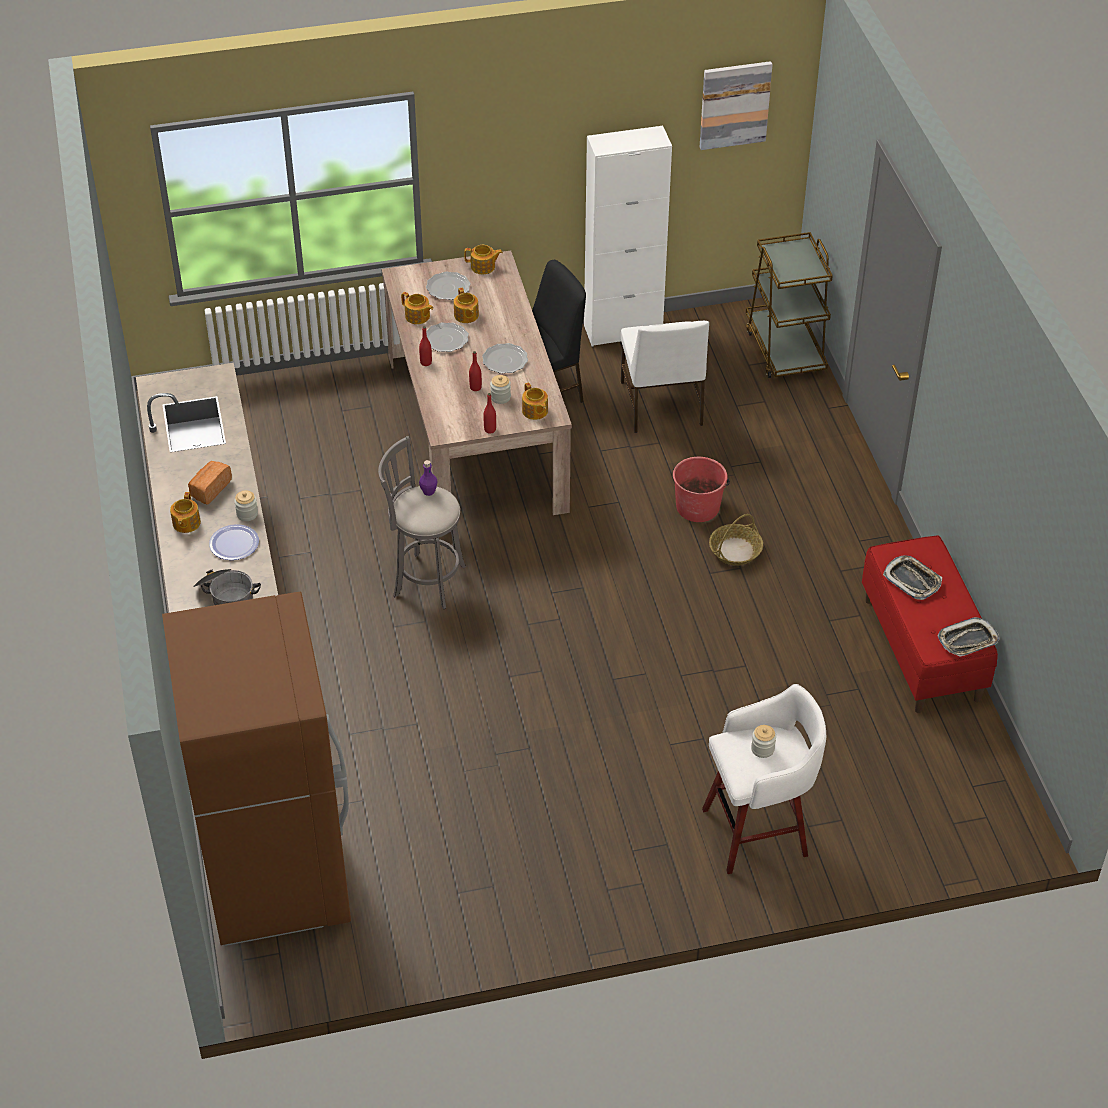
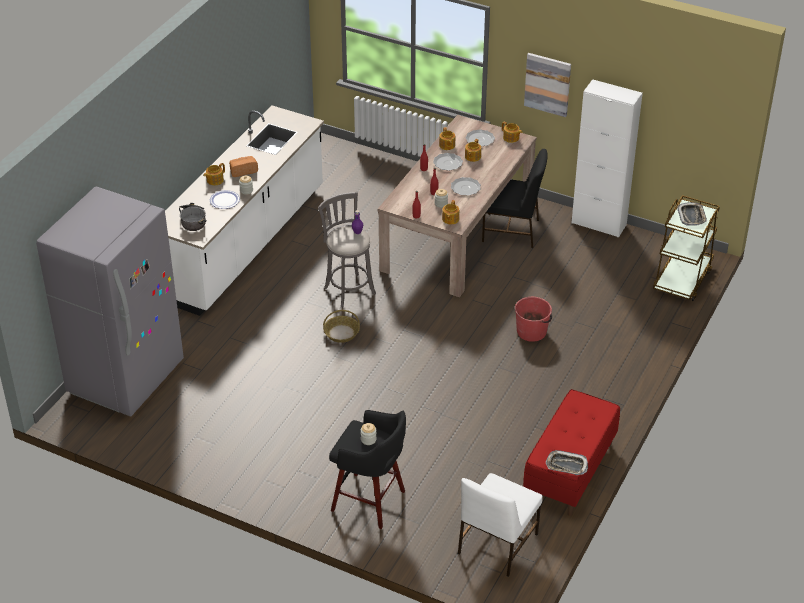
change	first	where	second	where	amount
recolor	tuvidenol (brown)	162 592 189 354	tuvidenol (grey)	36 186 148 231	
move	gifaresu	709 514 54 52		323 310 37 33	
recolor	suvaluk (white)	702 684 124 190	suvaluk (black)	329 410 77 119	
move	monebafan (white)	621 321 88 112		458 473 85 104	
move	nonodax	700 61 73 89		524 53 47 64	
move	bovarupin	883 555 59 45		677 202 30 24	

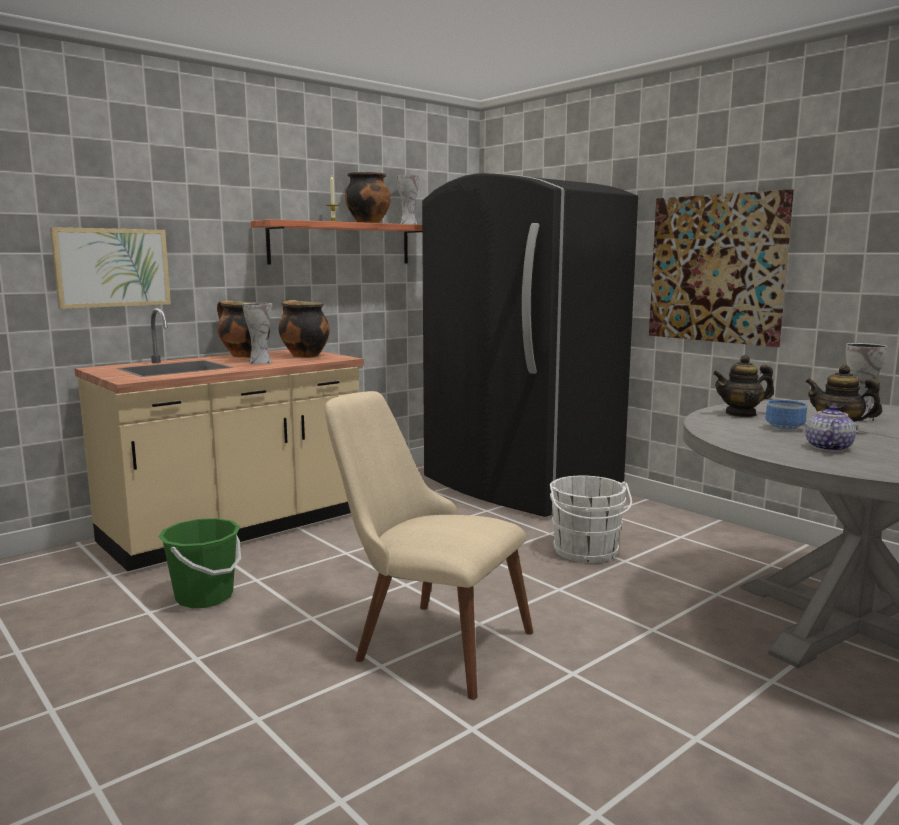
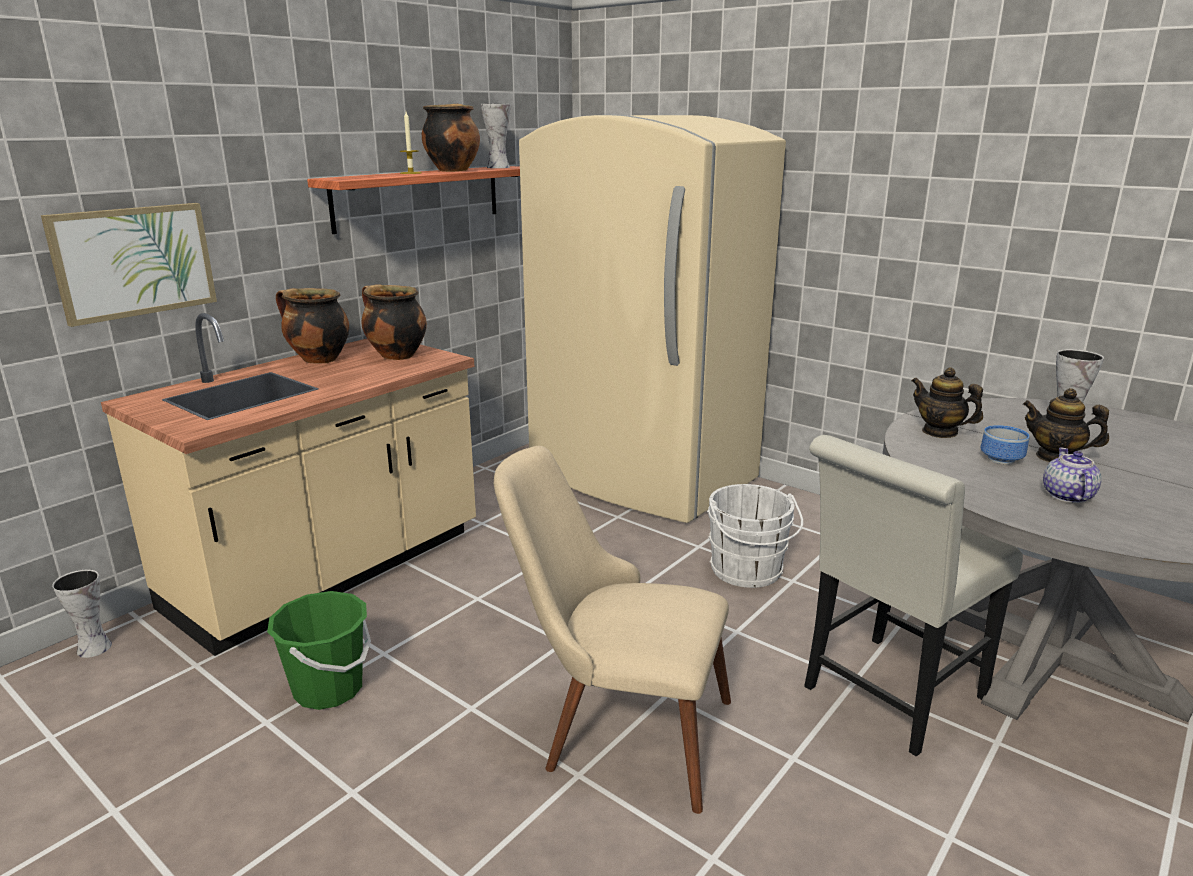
change	first	where	second	where	amount
move	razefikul	242 303 30 61		52 570 60 88	
recolor	tuvidenol (black)	422 173 216 344	tuvidenol (beige)	519 114 267 409	
insert			monebafan (white)	804 435 219 322	
rotate	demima	713 355 61 62		912 367 71 71	60 degrees clockwise
delete	nonodax	649 189 145 158			

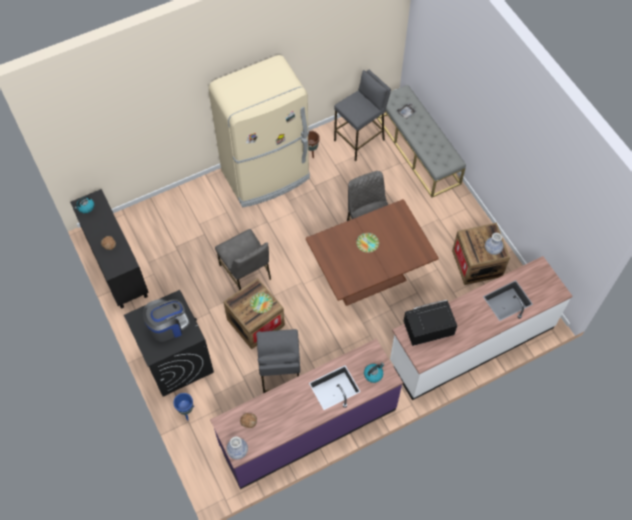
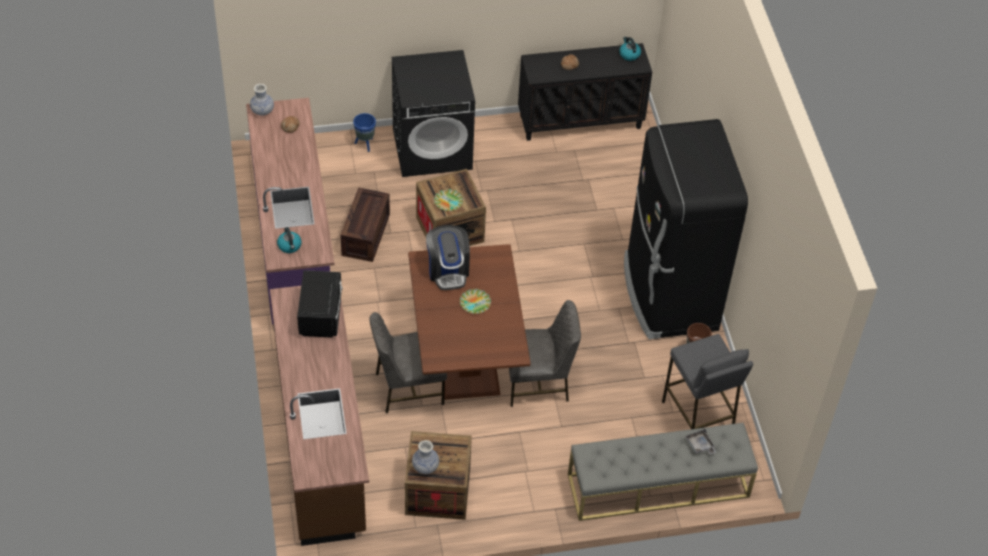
change	first	where	second	where	amount
recolor	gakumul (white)	390 256 182 144	gakumul (brown)	270 286 99 260	
replace	suvaluk (grey)	256 329 44 64	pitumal	341 187 49 75	
move	monebafan (grey)	215 229 56 61		370 312 77 101	
move	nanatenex	143 299 47 43		426 225 44 65	
recolor	tuvidenol (beige)	208 55 102 152	tuvidenol (black)	624 119 124 220	

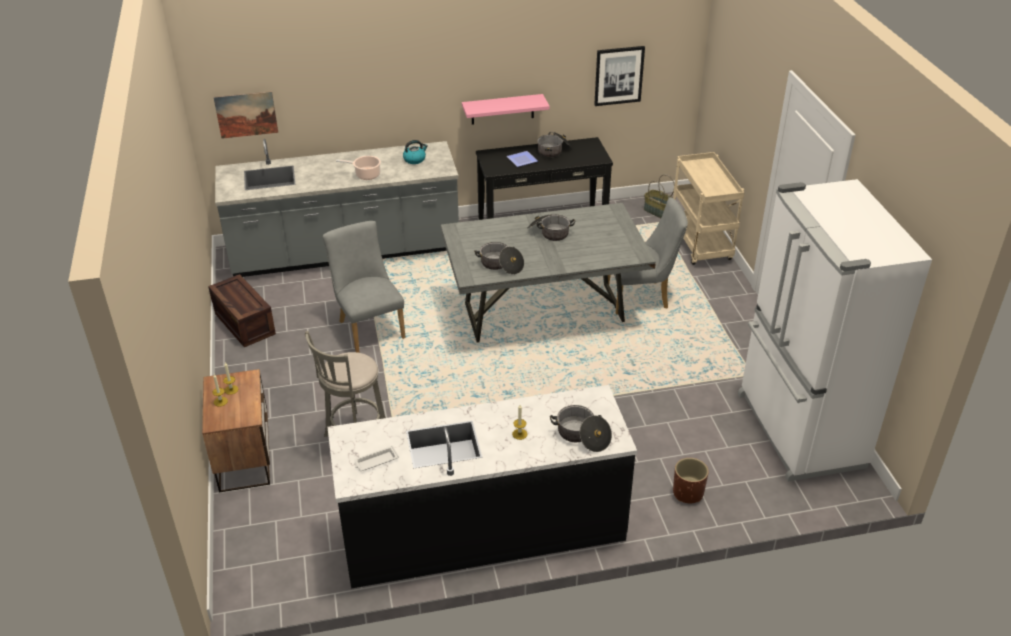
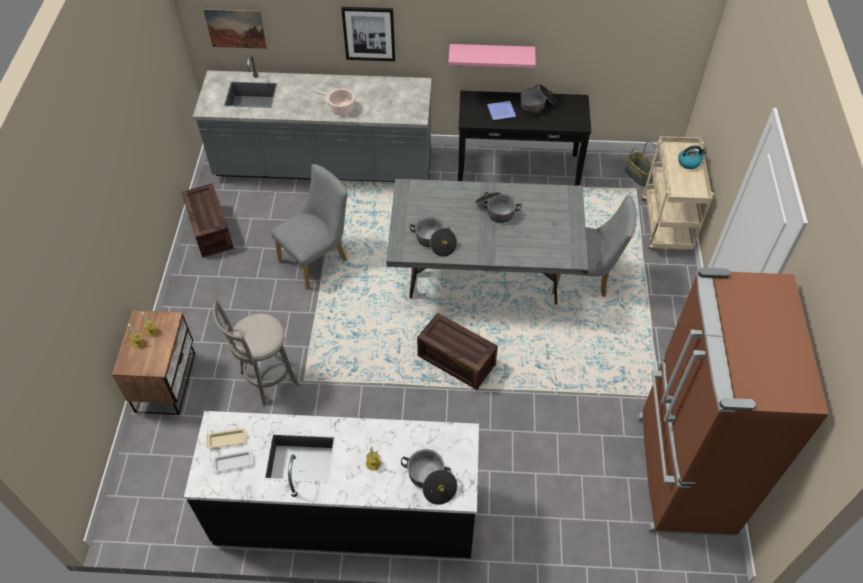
change	first	where	second	where	amount
insert			bovarupin (beige)	206 428 42 21	
rotate	monebafan (grey)	323 221 83 132		271 164 77 125	60 degrees clockwise
move	nonodax	594 46 51 60		341 7 54 54	
insert			pitumal	417 313 81 77	
recolor	tuvidenol (white)	738 179 194 303	tuvidenol (brown)	637 268 192 268	
move	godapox	403 140 25 24		678 145 29 24	
delete	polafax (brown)	673 458 36 45			

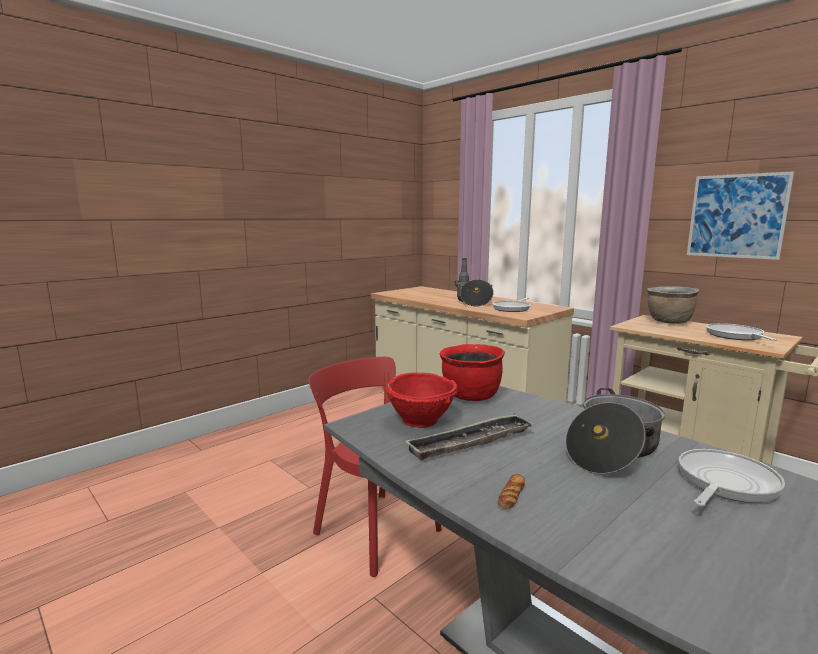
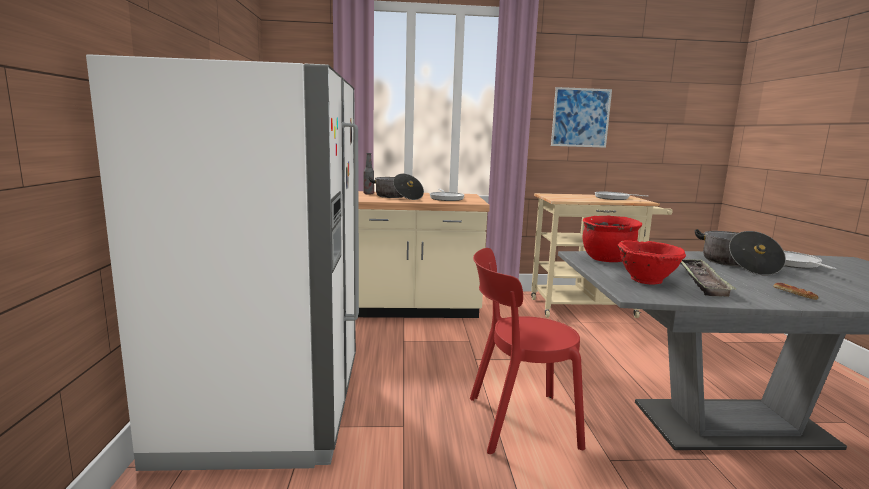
change	first	where	second	where	amount
insert			tuvidenol (white)	86 54 273 417	
delete	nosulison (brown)	647 286 52 38			

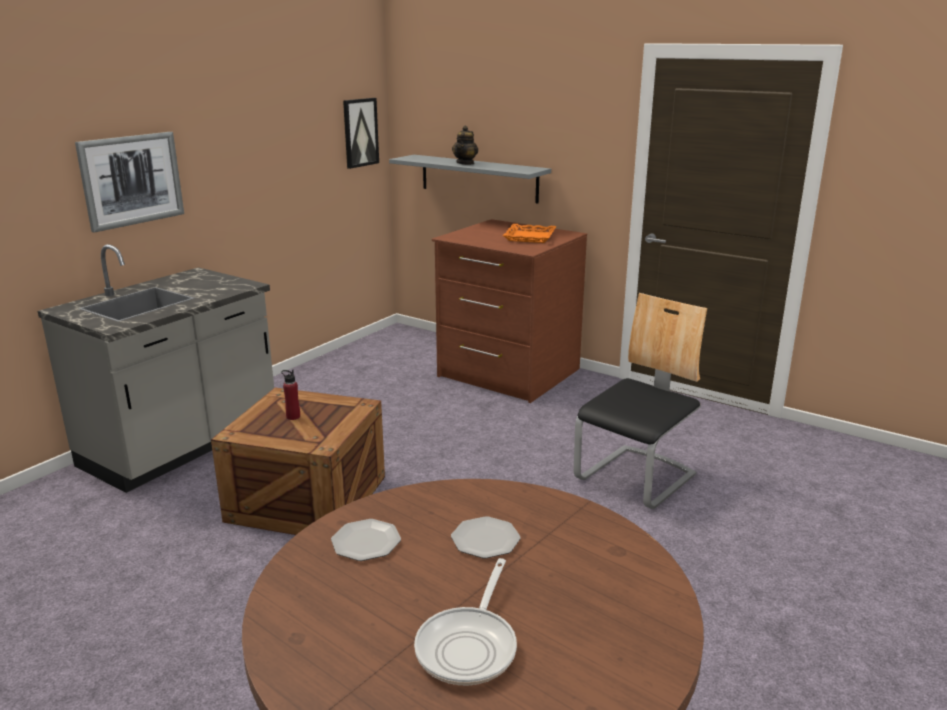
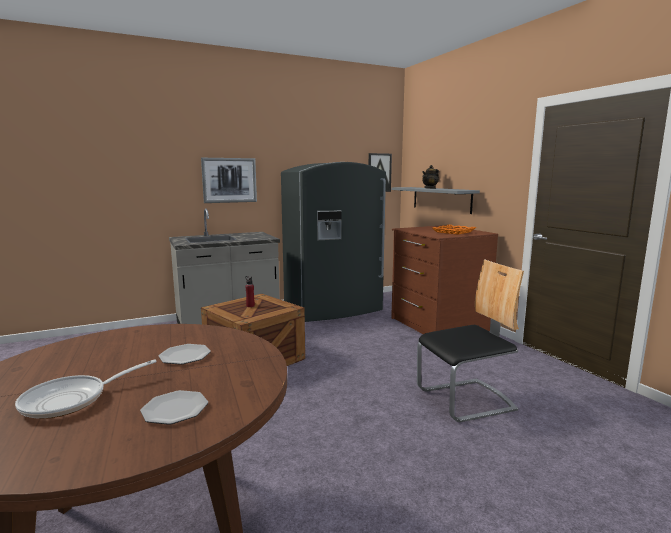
change	first	where	second	where	amount
move	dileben	331 519 70 42		140 390 68 35	
insert			tuvidenol (grey)	281 162 105 160	

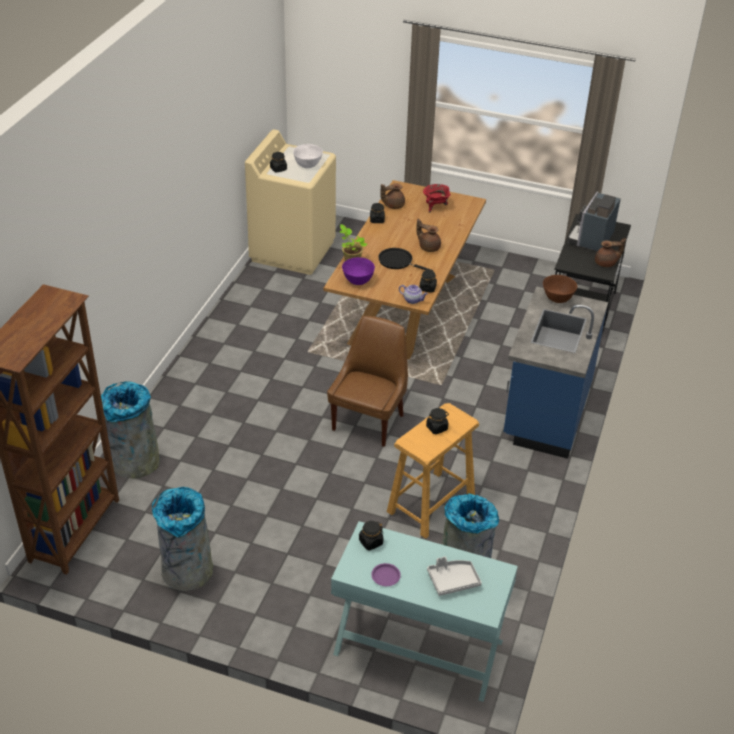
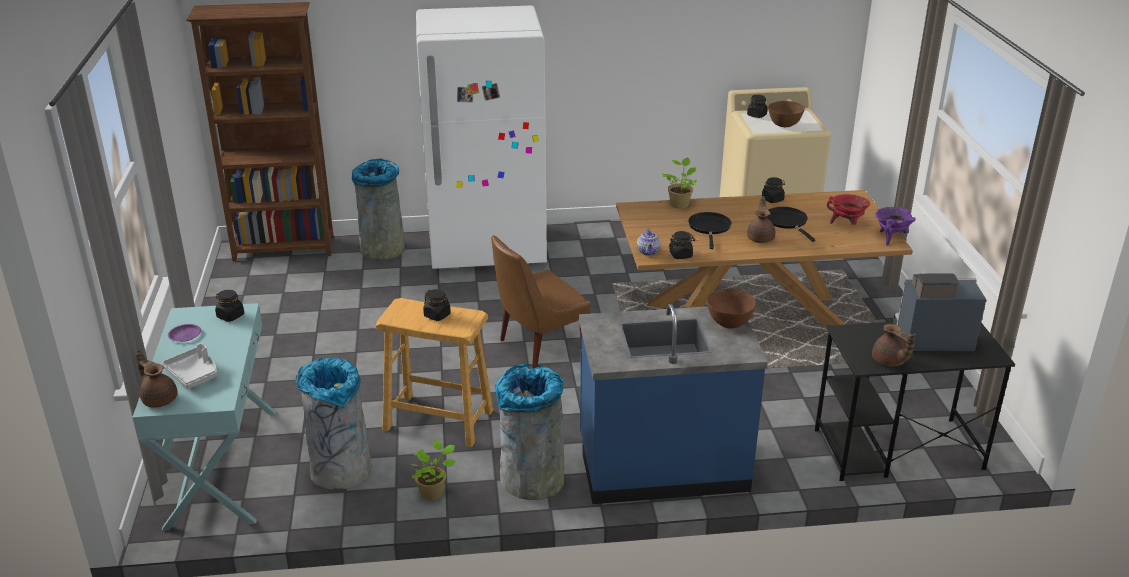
change	first	where	second	where	amount
move	demima (brown)	380 183 25 26		136 350 42 58	
insert			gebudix	411 440 45 60	
insert			tuvidenol (white)	416 5 131 264	
rotate	monebafan (brown)	327 316 81 131		492 235 99 133	150 degrees clockwise
move	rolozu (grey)	152 487 61 104		495 364 69 136	
insert			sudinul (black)	767 207 48 35	
recolor	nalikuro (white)	293 144 30 24	nalikuro (brown)	768 101 37 26	
insert			nosulison (purple)	875 207 41 38	
delete	nalikuro (purple)	342 257 33 28			

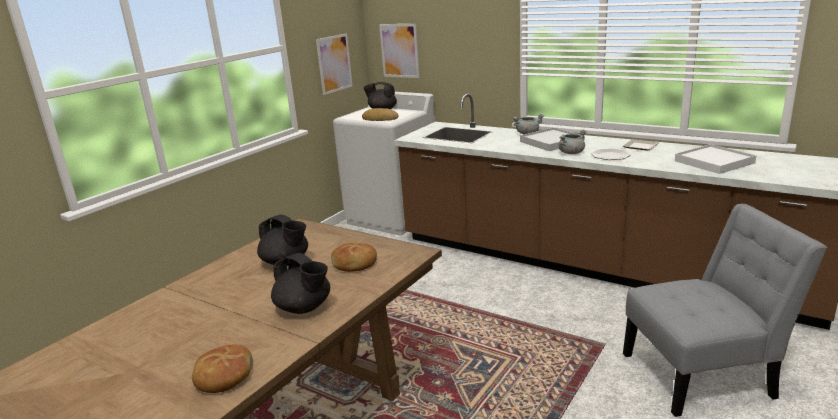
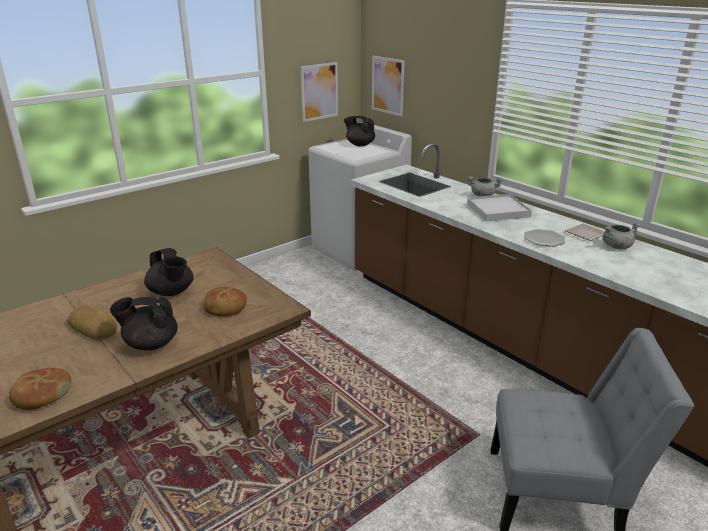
change	first	where	second	where	amount
move	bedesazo	362 108 37 13		67 306 50 34	
rotate	demima (black)	271 253 59 61		110 297 68 54	120 degrees clockwise
move	nosulison (grey)	558 130 29 24		603 222 38 27	
delete	bovarupin (white)	675 144 82 30			

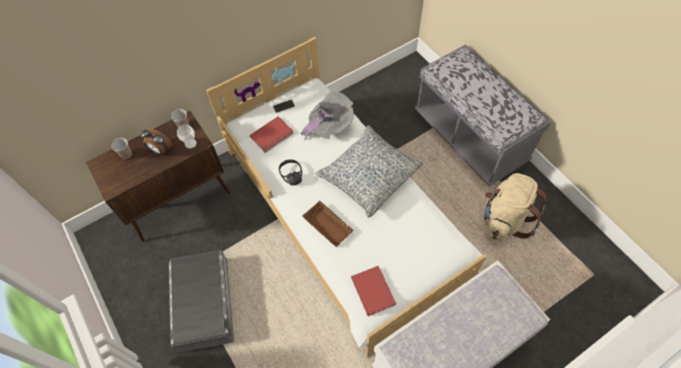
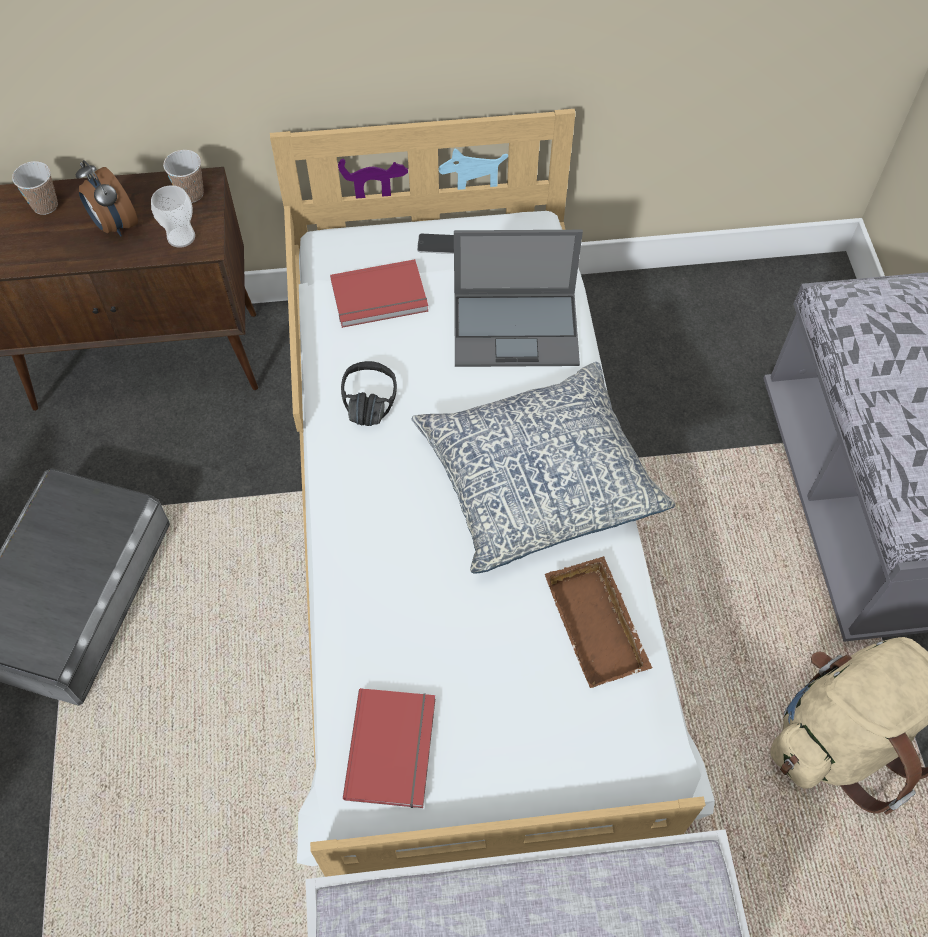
change	first	where	second	where	amount
replace	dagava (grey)	301 92 53 48	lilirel	454 230 129 137	
move	bovarupin (brown)	303 201 51 46		545 556 107 132	

